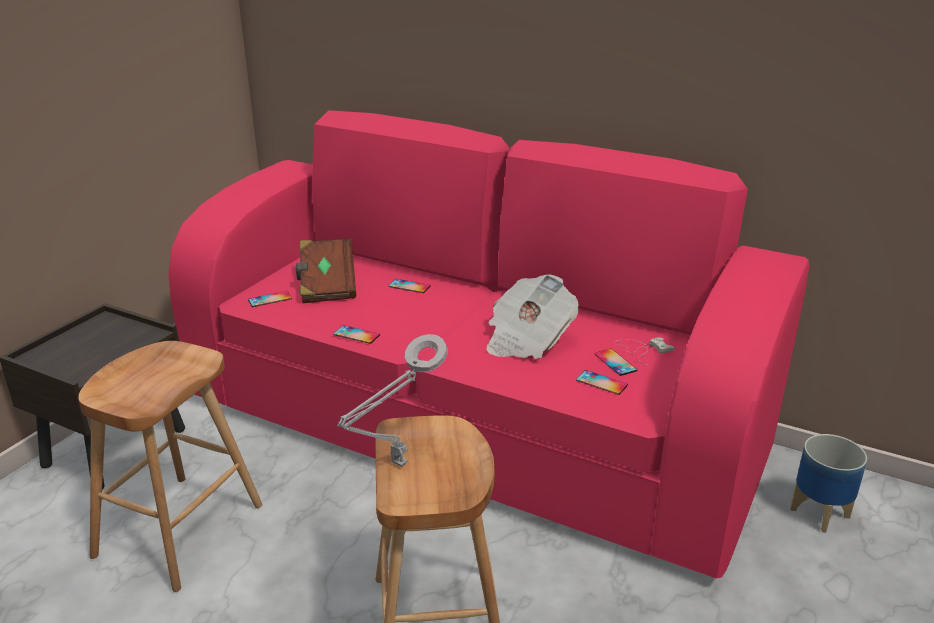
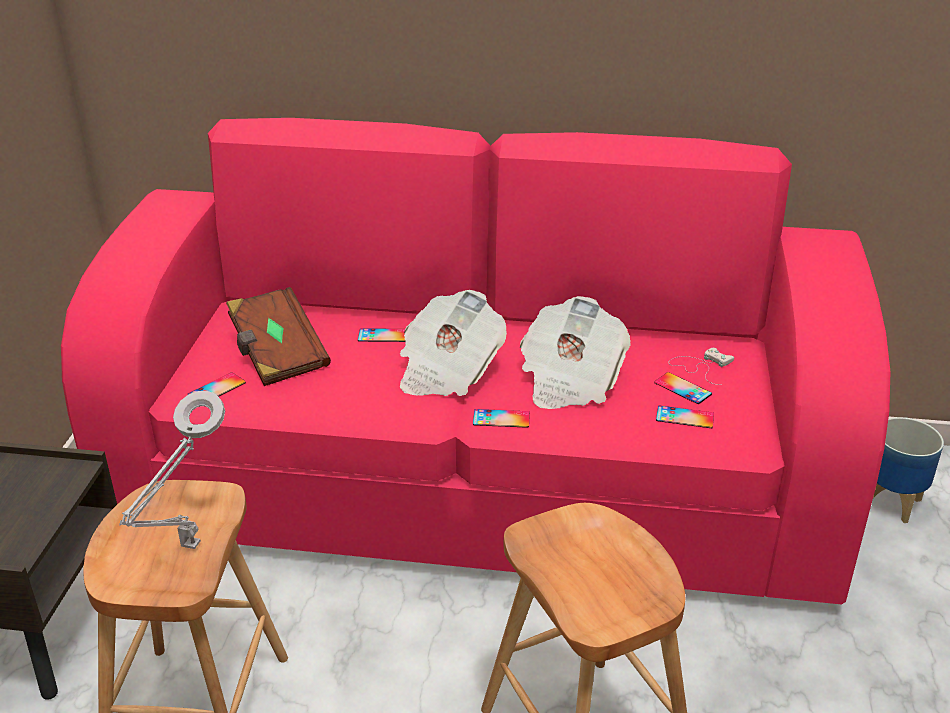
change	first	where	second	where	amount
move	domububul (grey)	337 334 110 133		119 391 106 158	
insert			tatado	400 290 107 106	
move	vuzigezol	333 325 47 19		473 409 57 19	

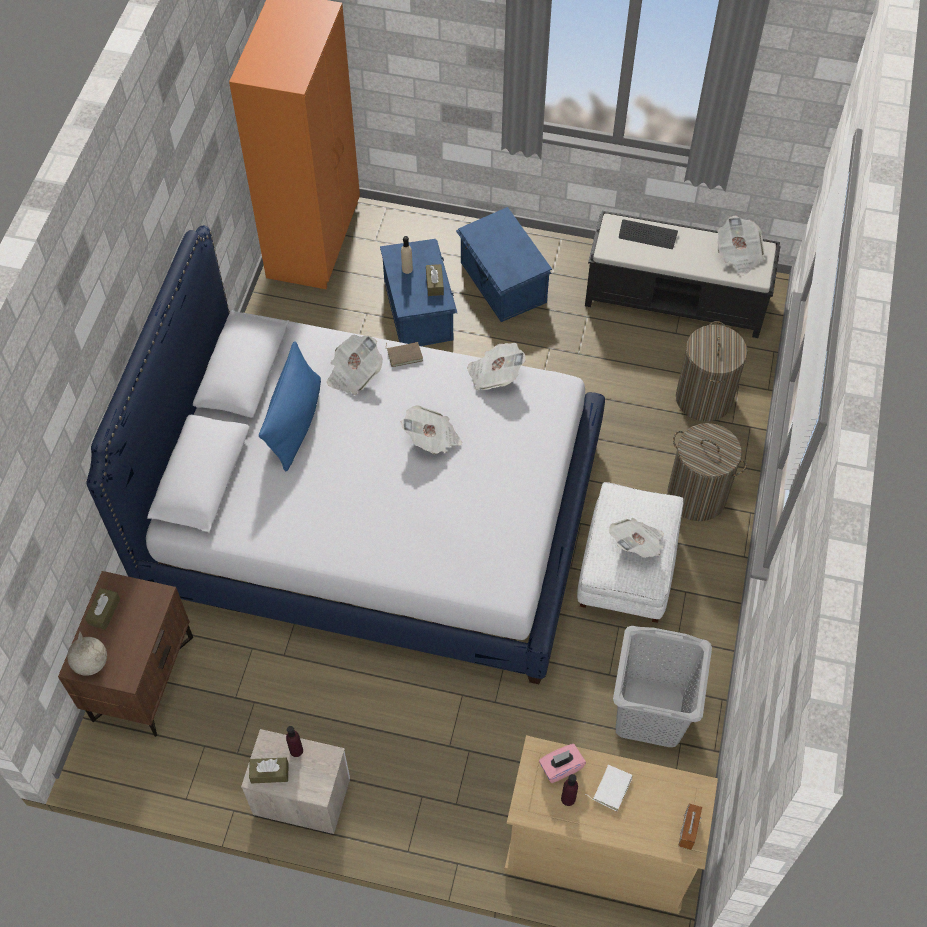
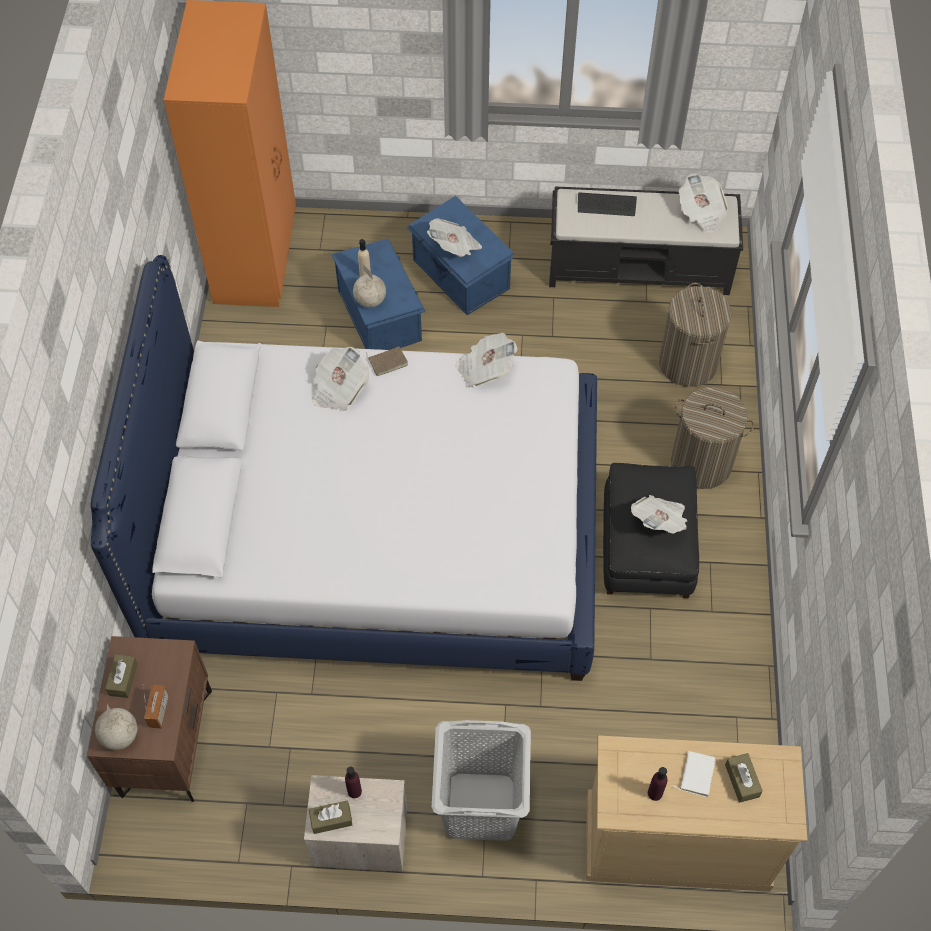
change	first	where	second	where	amount
move	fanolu	678 803 24 47		143 685 26 44	
insert			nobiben	353 264 33 44	
move	tatado	401 405 61 49		427 218 55 39	
move	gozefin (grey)	613 626 99 121		432 720 99 121	
recolor	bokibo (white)	577 482 107 141	bokibo (black)	603 463 96 135	
move	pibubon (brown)	426 264 18 32		725 753 38 50	
delete	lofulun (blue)	259 341 62 130			
delete	pibubon (pink)	539 744 47 39			

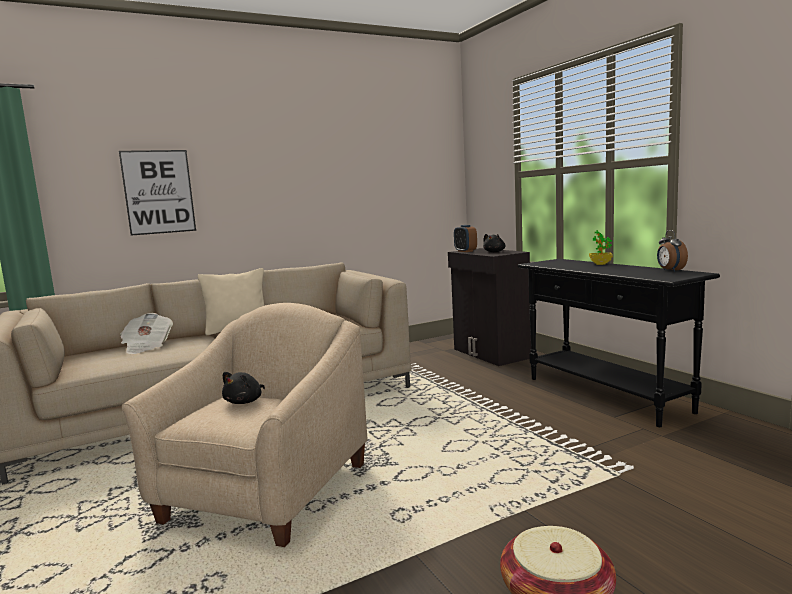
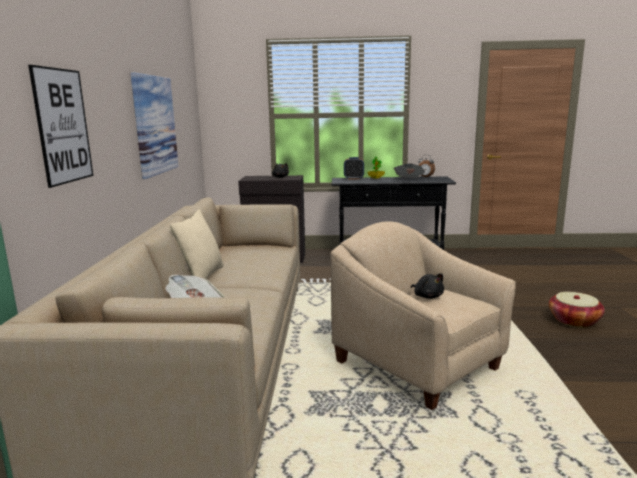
change	first	where	second	where	amount
insert			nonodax	130 73 49 106	
move	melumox	454 225 23 27		344 157 20 22	
insert			tatado	393 164 32 14	

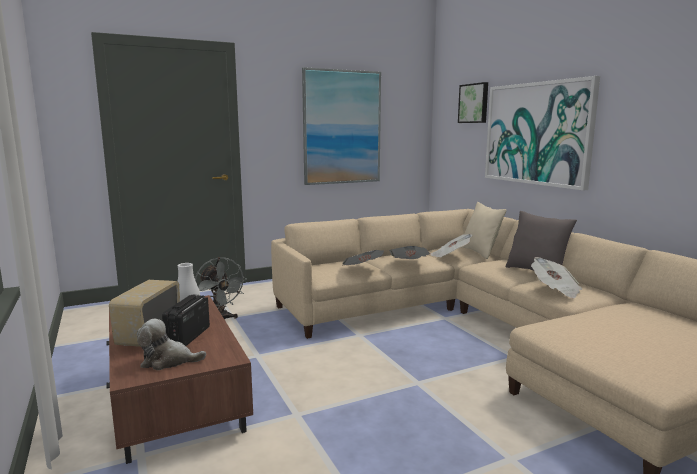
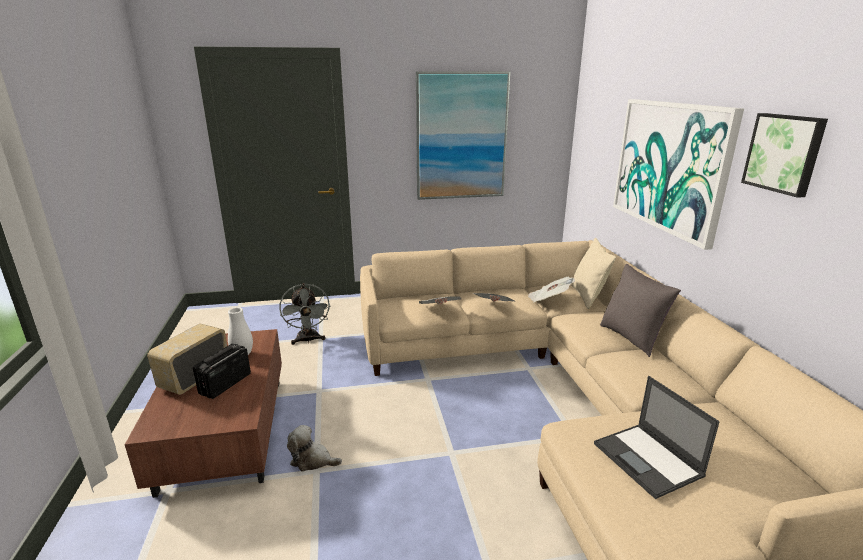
change	first	where	second	where	amount
move	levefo	137 319 69 51		287 425 55 47	
insert			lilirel	594 376 126 123	
move	nonodax	458 82 30 41		741 113 87 85	
delete	tatado	531 257 52 42			

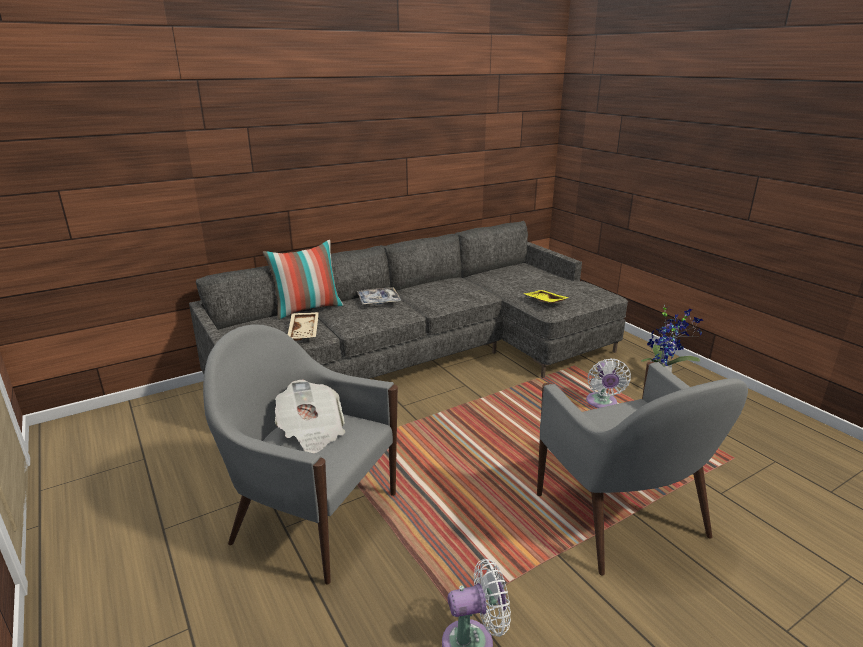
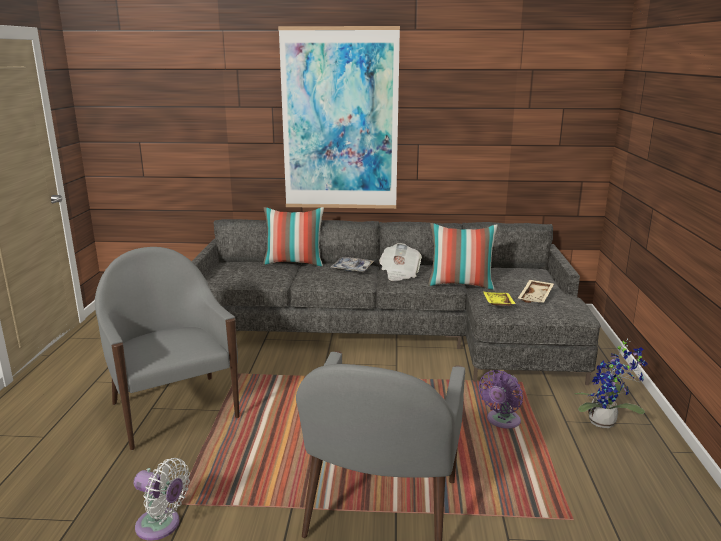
change	first	where	second	where	amount
insert			nonodax	278 26 122 183	
move	tatado	275 380 70 73		379 243 43 38	
insert			lofulun	428 223 70 67	
recolor	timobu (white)	586 358 45 50	timobu (purple)	479 370 44 59	
move	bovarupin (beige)	288 312 31 29		518 280 36 23	

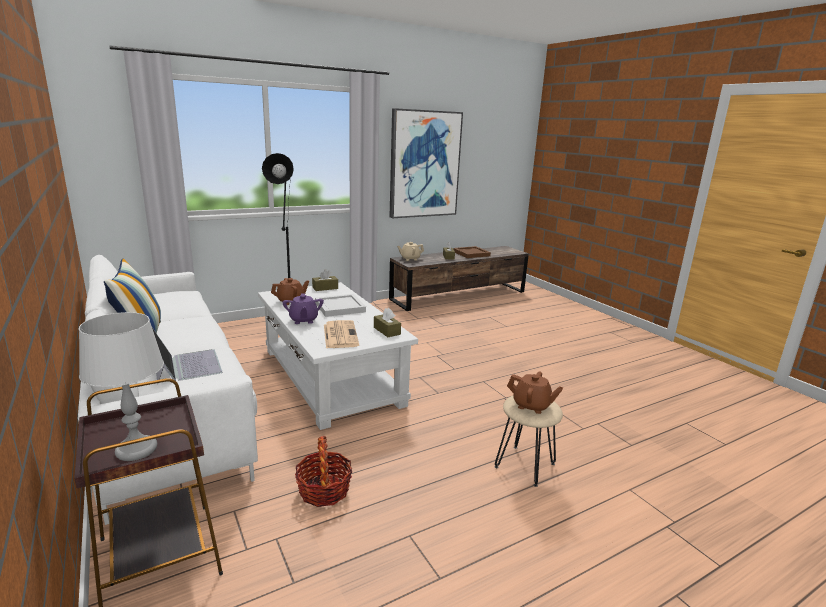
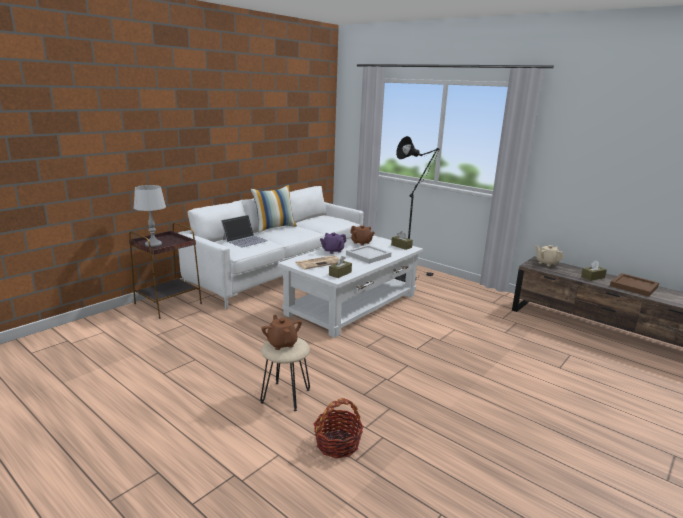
change	first	where	second	where	amount
rotate	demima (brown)	507 372 56 42		261 315 41 35	150 degrees clockwise
move	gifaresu	295 436 57 71		313 398 51 61	
delete	nonodax	390 108 73 110			

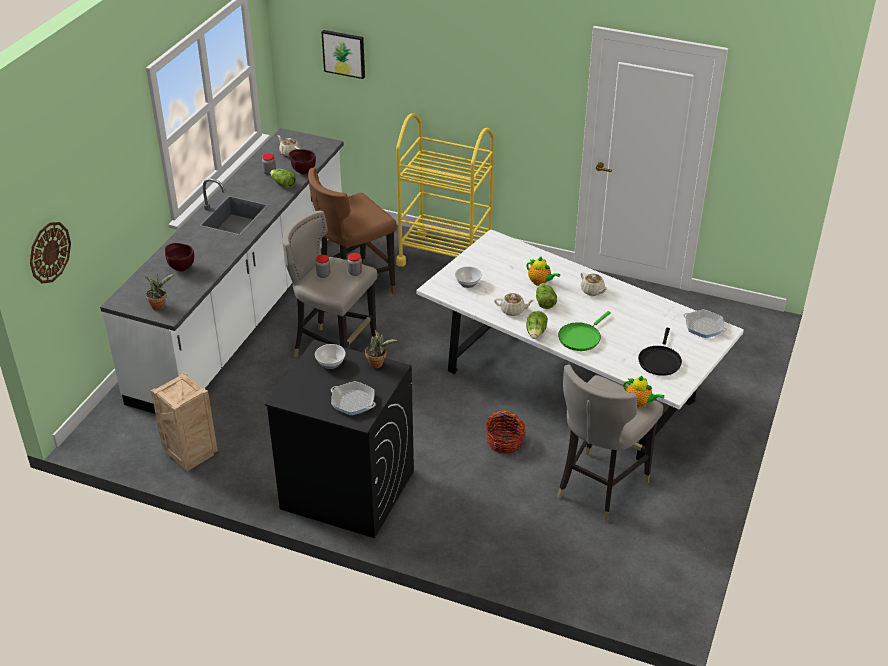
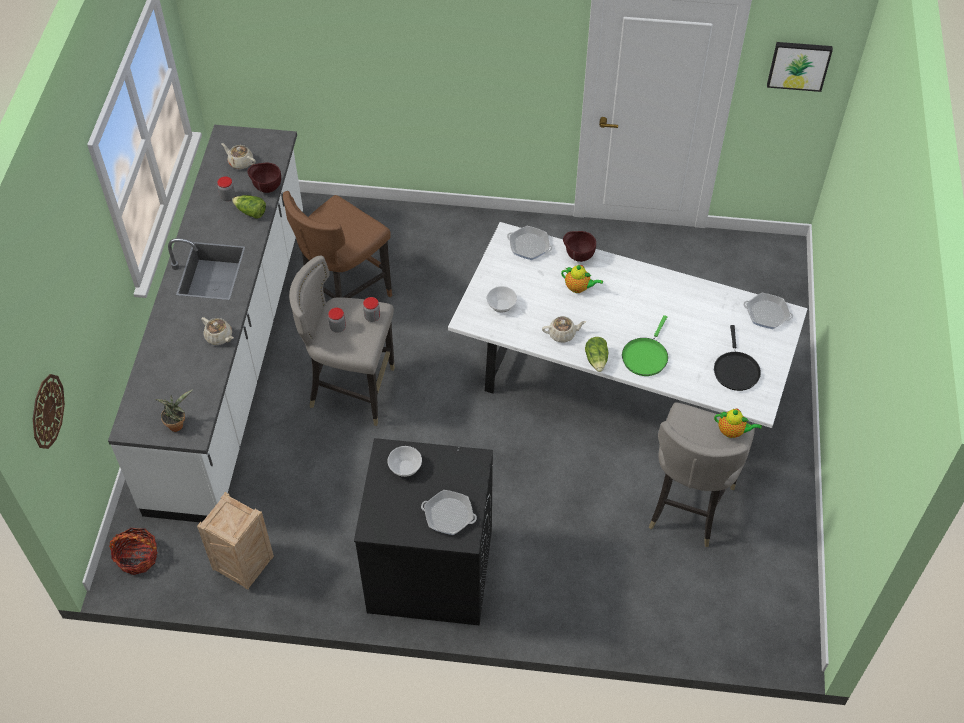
change	first	where	second	where	amount
move	gifaresu	486 410 40 43		109 528 49 47	
move	demima (beige)	581 272 27 24		201 317 33 28	
insert			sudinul	507 226 45 34	
move	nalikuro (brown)	165 243 29 29		563 231 33 31	
move	nonodax	321 30 44 49		767 42 66 50	
delete	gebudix	365 330 32 39			
delete	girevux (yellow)	396 113 99 154			
delete	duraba	536 283 21 26			

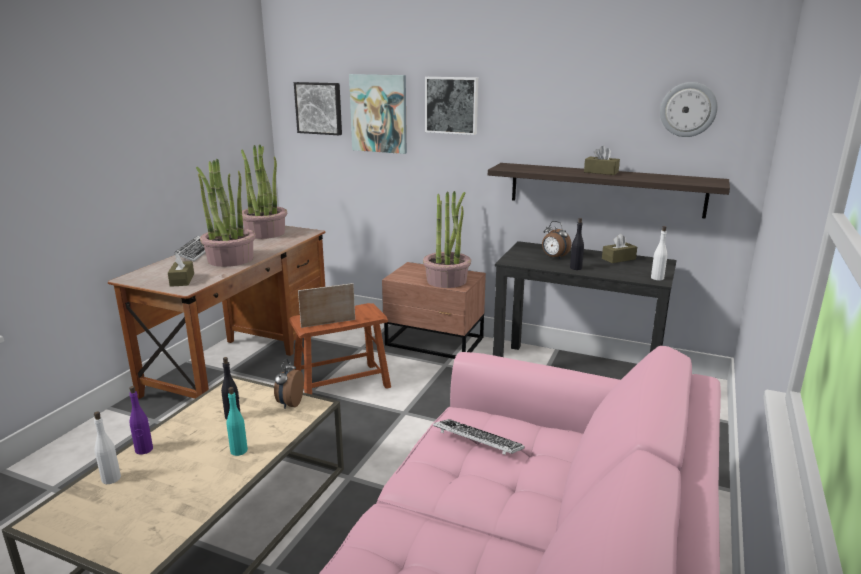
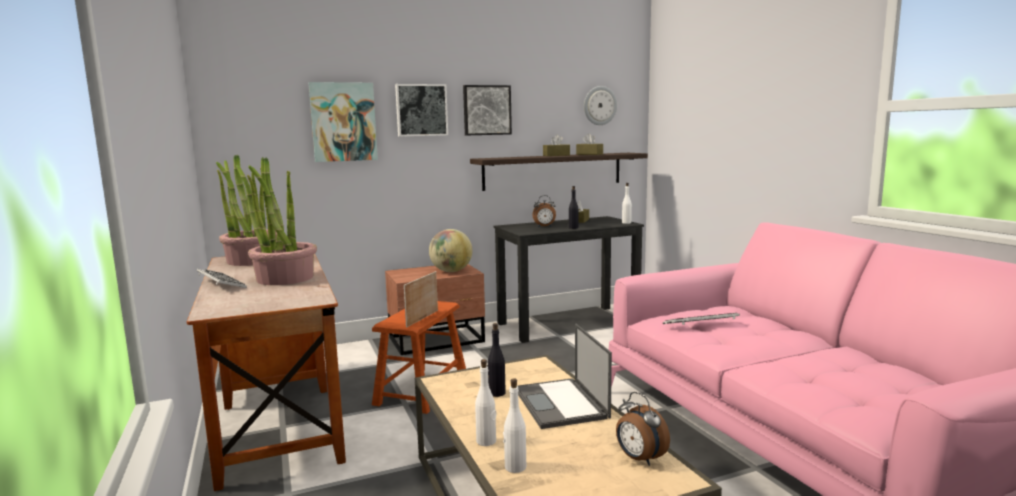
change	first	where	second	where	amount
replace	gebudix	423 191 48 97	nobiben	429 229 43 43	
move	nonodax	294 82 48 53		463 85 49 50	
recolor	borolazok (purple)	129 386 24 68	borolazok (white)	475 359 21 87	
replace	borolazok (turquoise)	227 387 21 69	lilirel	518 324 94 105	
move	pibubon (brown)	168 253 26 34		576 134 27 21	
move	melumox	274 358 30 51		616 392 54 74	

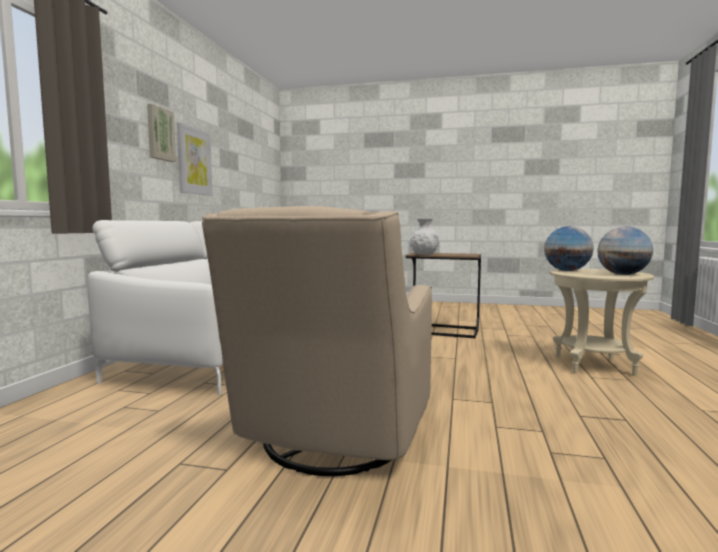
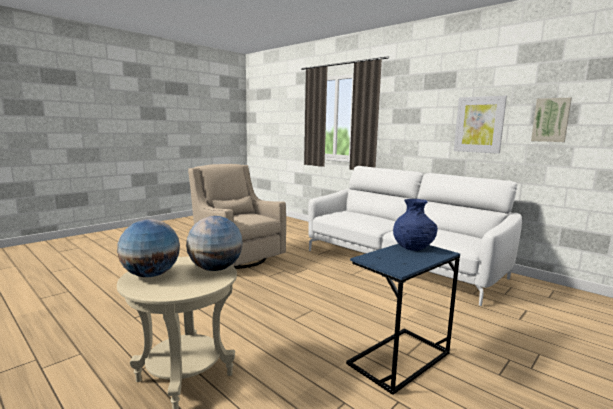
change	first	where	second	where	amount
recolor	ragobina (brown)	405 253 76 85	ragobina (blue)	346 244 114 151	
recolor	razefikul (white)	409 219 30 36	razefikul (blue)	393 199 45 52	
move	nonodax	147 104 29 58		531 97 41 45	

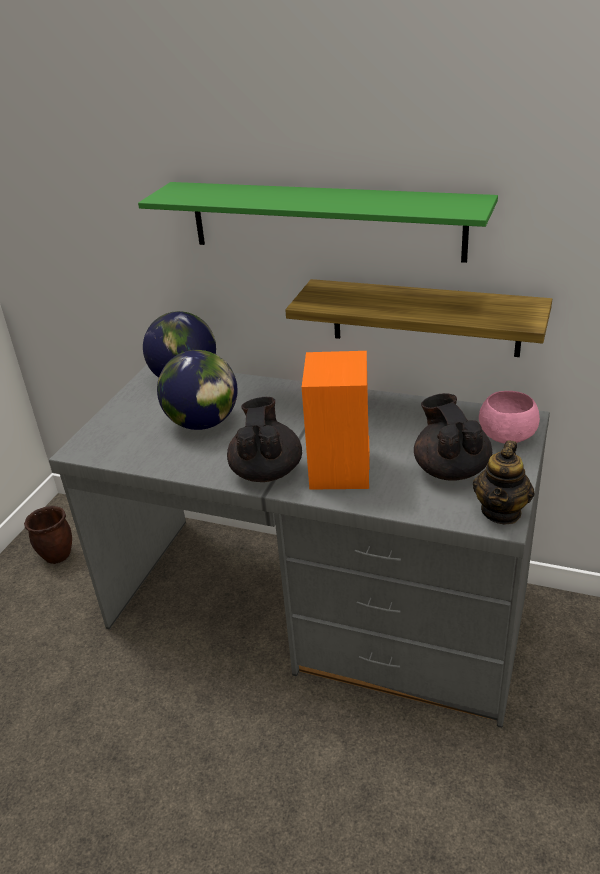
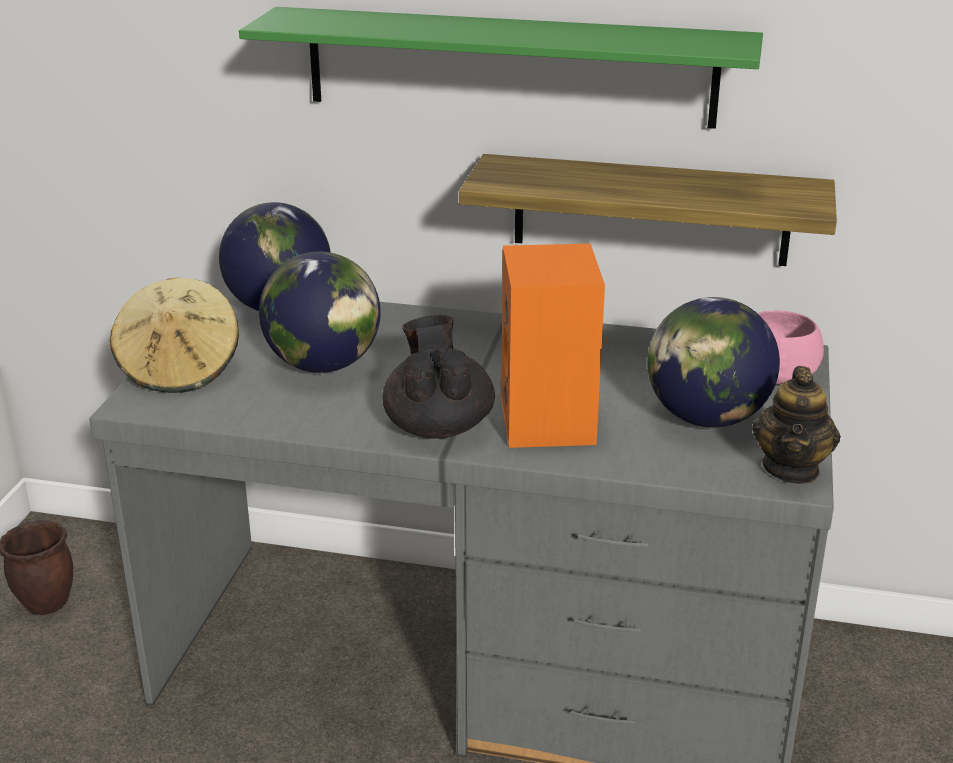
change	first	where	second	where	amount
insert			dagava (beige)	110 278 129 115	
replace	demima (black)	414 393 78 88	nobiben	647 297 133 130	

